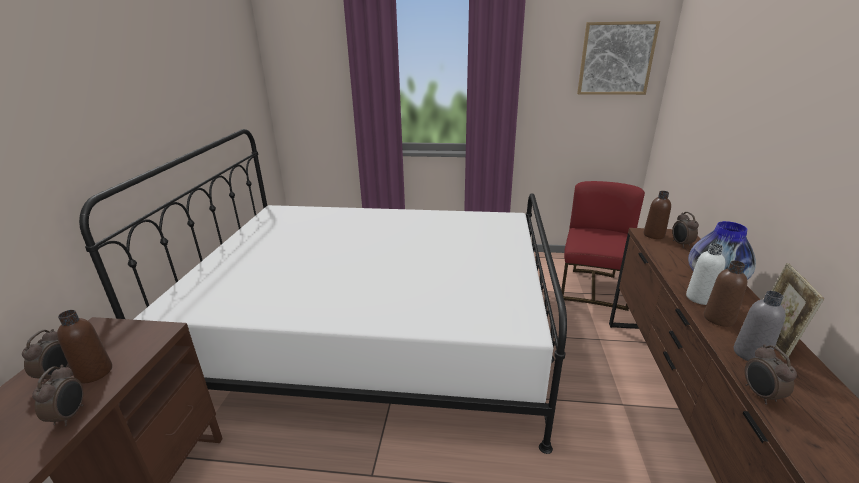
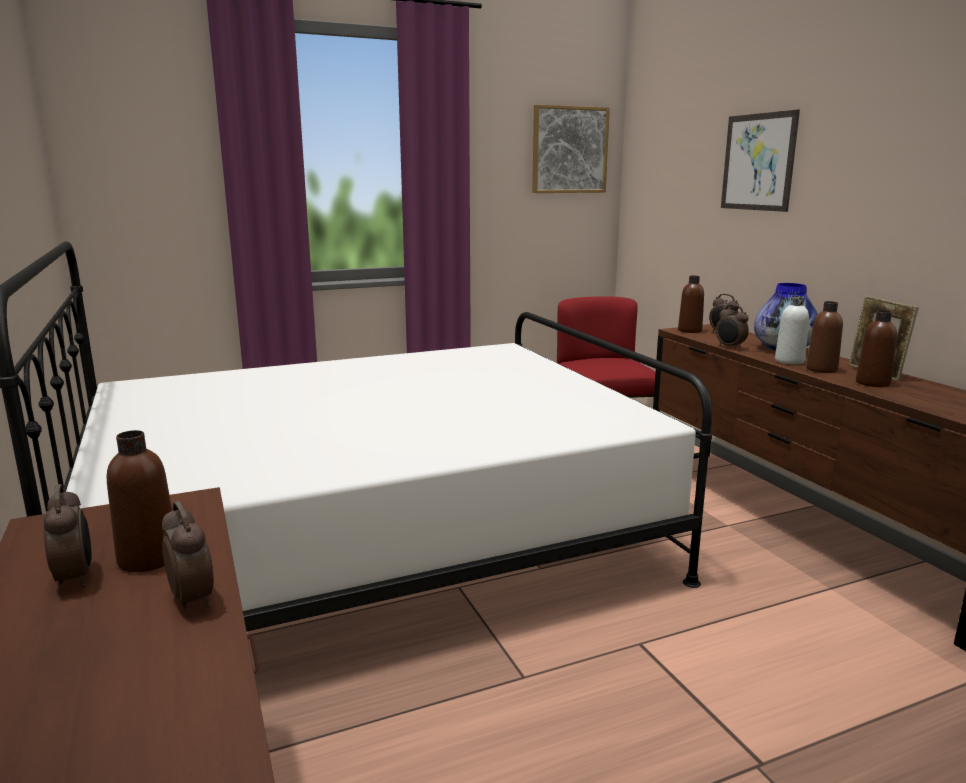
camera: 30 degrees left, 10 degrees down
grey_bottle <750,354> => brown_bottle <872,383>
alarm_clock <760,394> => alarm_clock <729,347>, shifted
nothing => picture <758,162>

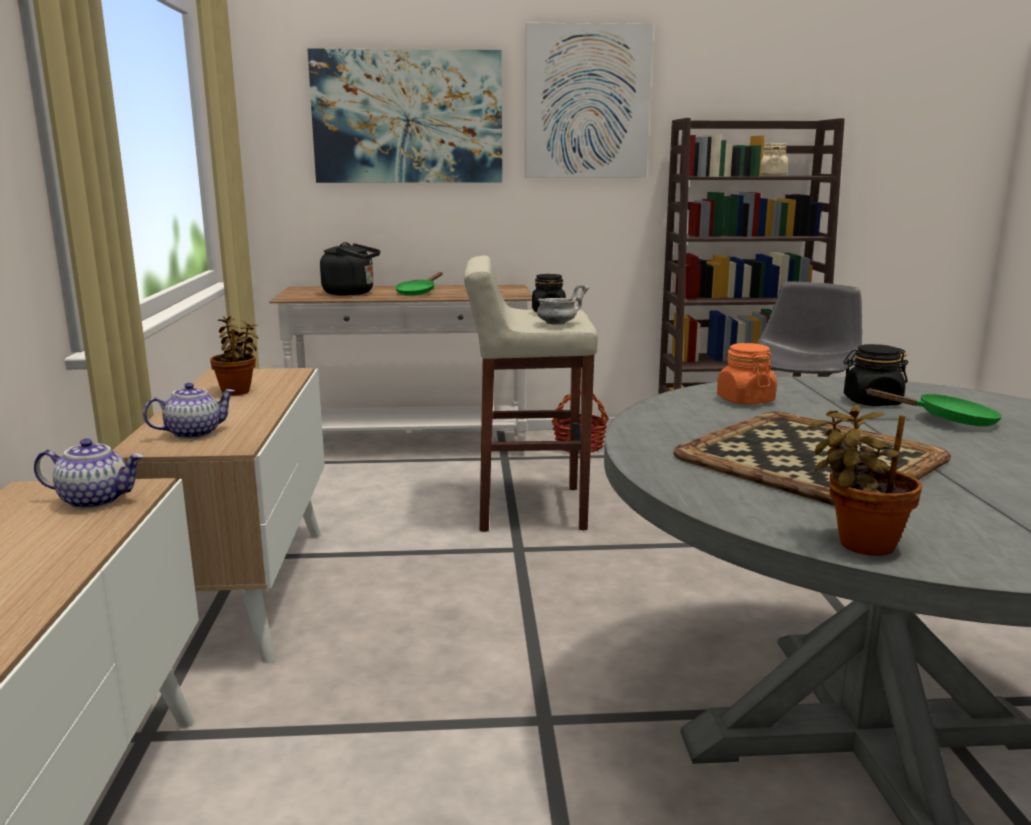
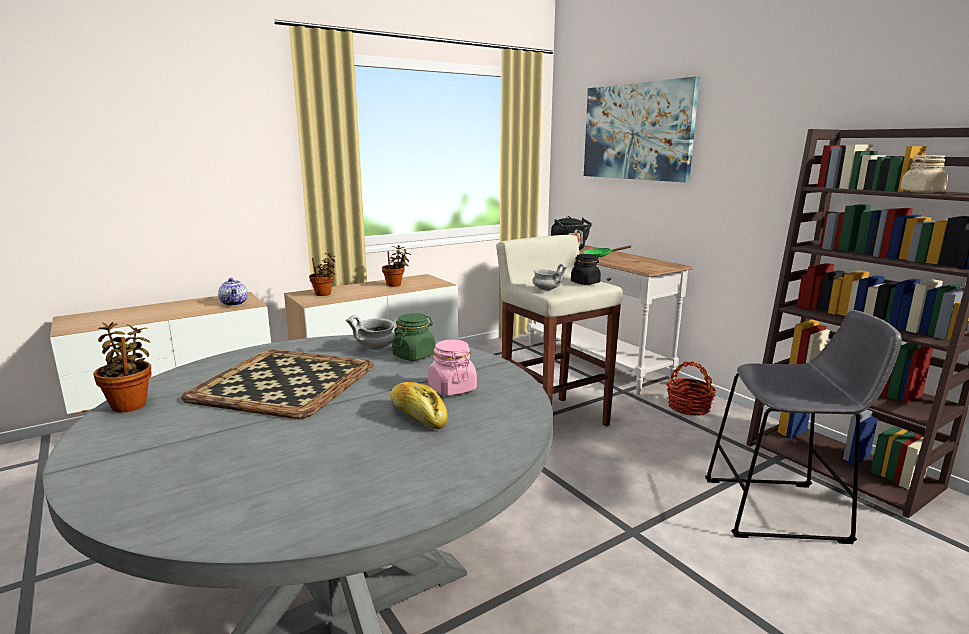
camera: 60 degrees right, 0 degrees up
picture <587,102> => nothing
orange_jar <745,400> => green_jar <414,355>
black_jar <871,402> => pink_jar <452,388>
teapot <194,433> => potted_plant <324,294>
green_frying_pan <948,420> => bread <418,416>
nothing => grey_bowl <375,348>

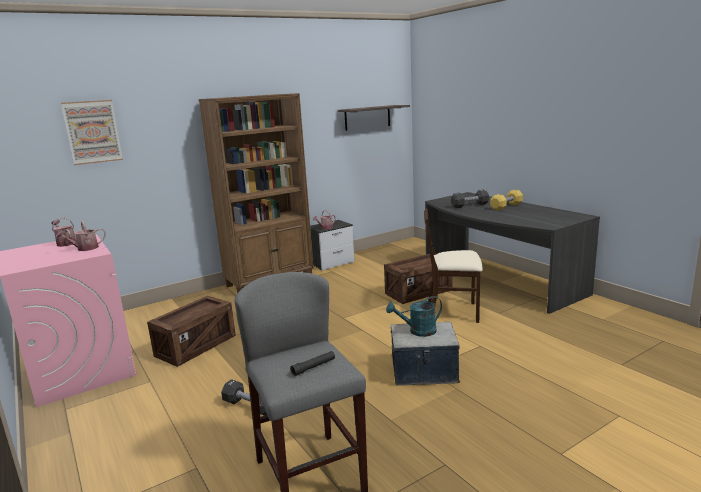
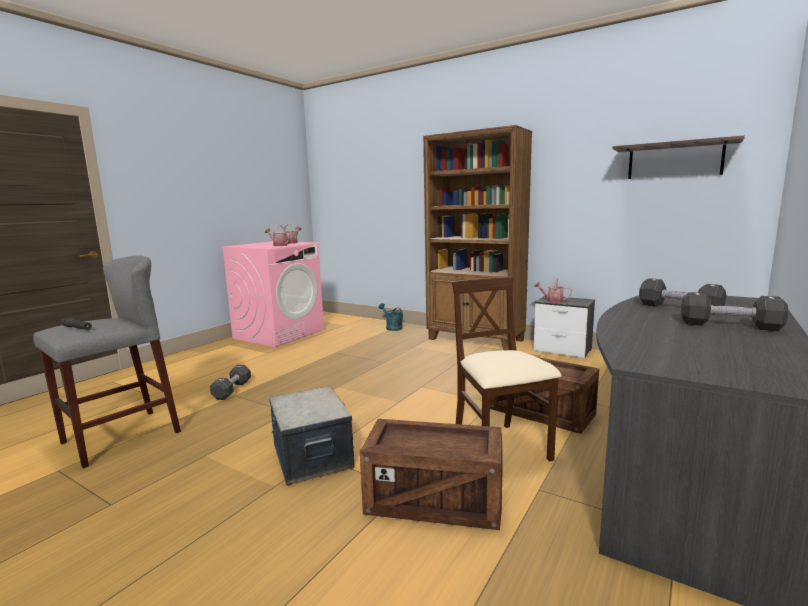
camera: 65 degrees right, 5 degrees down
picture <92,132> => nothing
yellow_dumbbell <506,206> => black_dumbbell <729,326>
crate <196,346> => crate <434,500>, shifted
turquoise_watering_can <418,331> => turquoise_watering_can <392,327>, shifted

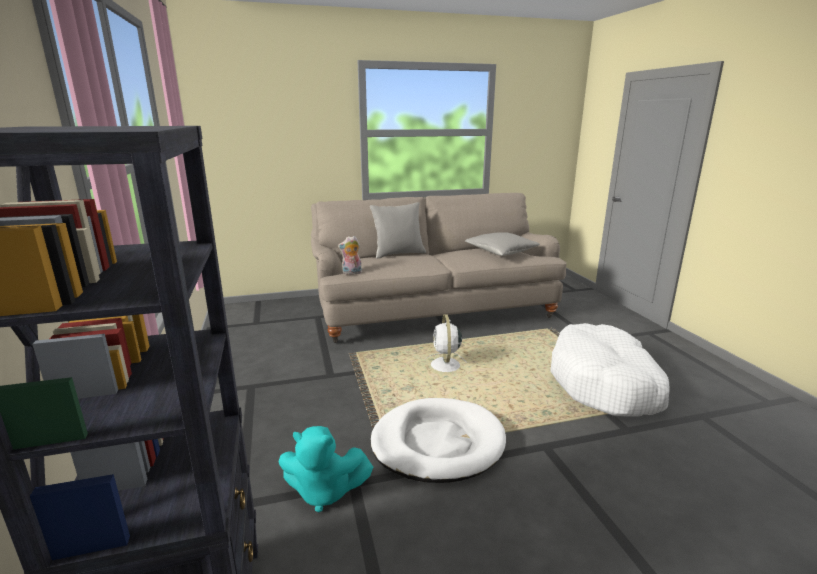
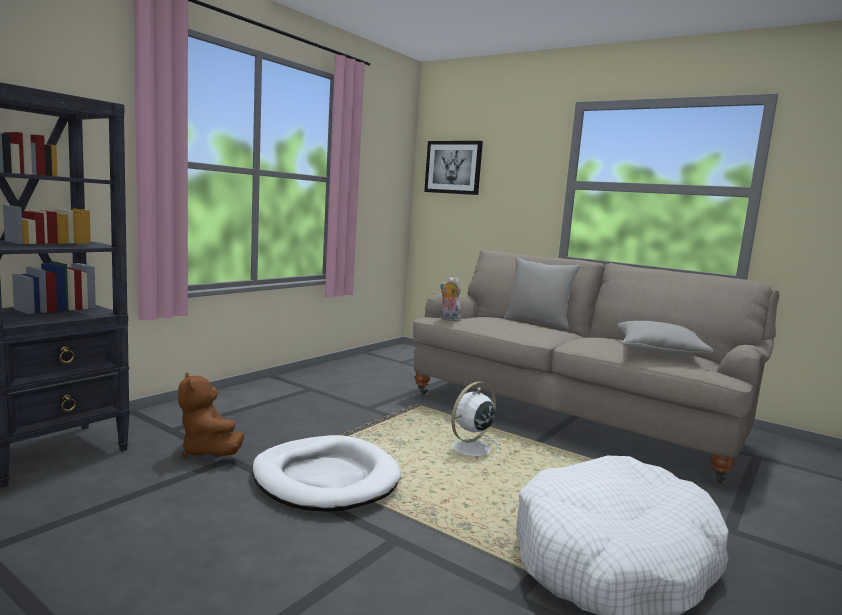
camera: 50 degrees right, 10 degrees down
turquoise_plush_toy <324,492> => brown_plush_toy <209,451>
nothing => picture <453,167>

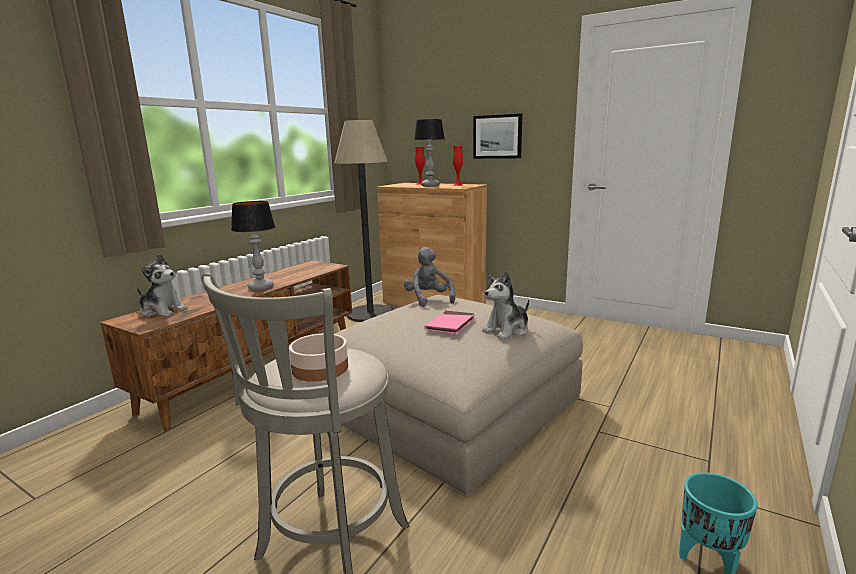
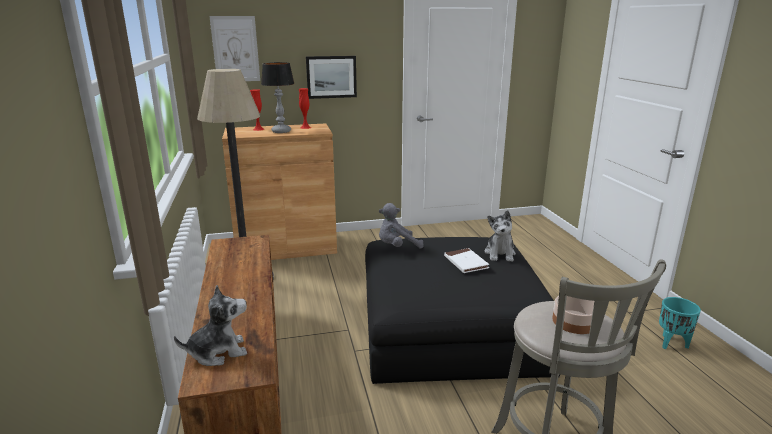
camera: 45 degrees left, 5 degrees up
table_lamp <260,287> => nothing
grey_plush_toy <428,299> => grey_plush_toy <397,247>, 45 degrees counterclockwise
beige_ottoman <447,403> => black_ottoman <450,327>
pink_book <450,325> => white_book <466,263>
nothing => picture <235,49>

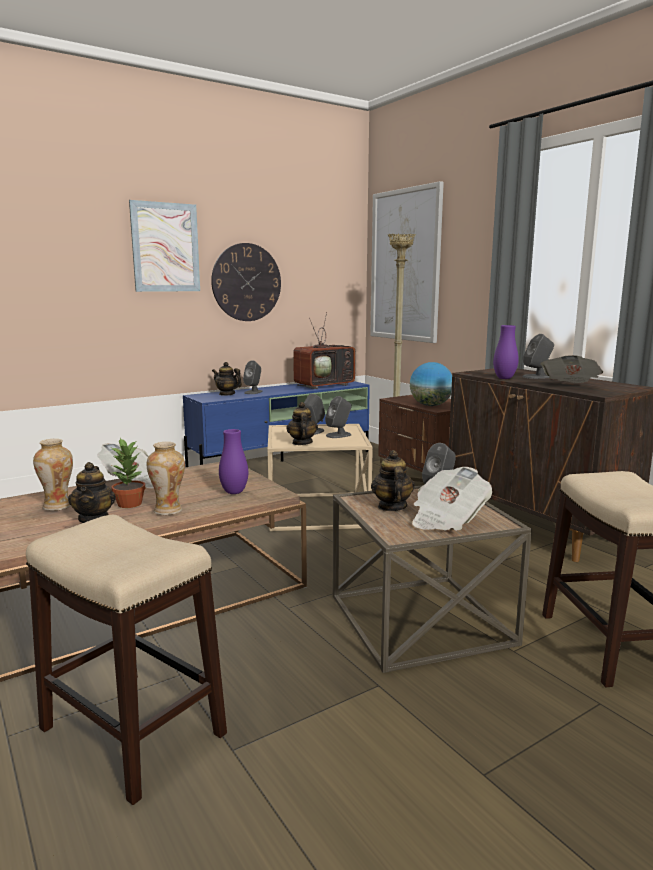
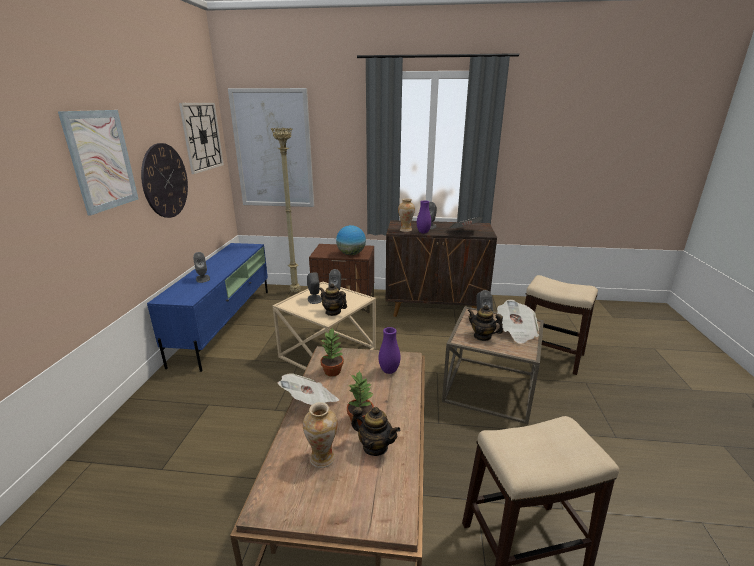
camera: 50 degrees left, 10 degrees up
television <324,385> => nothing
teapot <227,394> => nothing
vase <168,510> => vase <405,230>, shifted
nothing => wall_clock <202,137>
nothing => potted_plant <333,371>

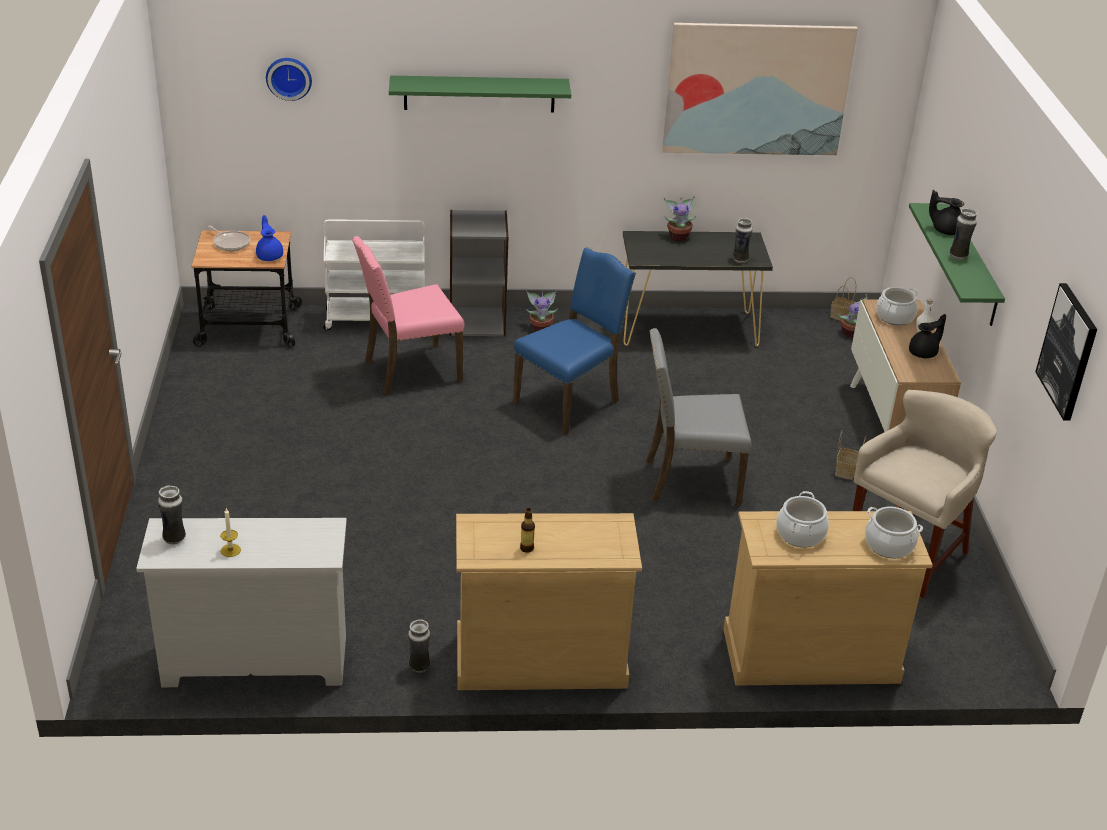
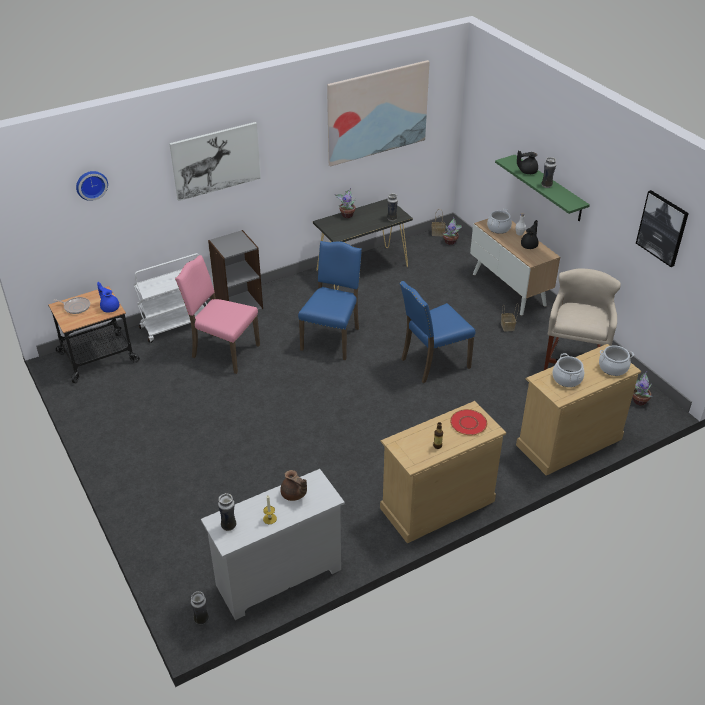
camera: 25 degrees left, 5 degrees up
green_shelf <479,94> => picture <216,160>
pink_chair <409,371> => pink_chair <223,351>, 75 degrees clockwise
potted_plant <541,328> => potted_plant <638,400>, shifted
grey_chair <689,480> => blue_chair <433,363>
vase <419,667> => vase <201,619>, shifted
nothing => red_plate <468,423>
nothing => brown_teapot <294,495>

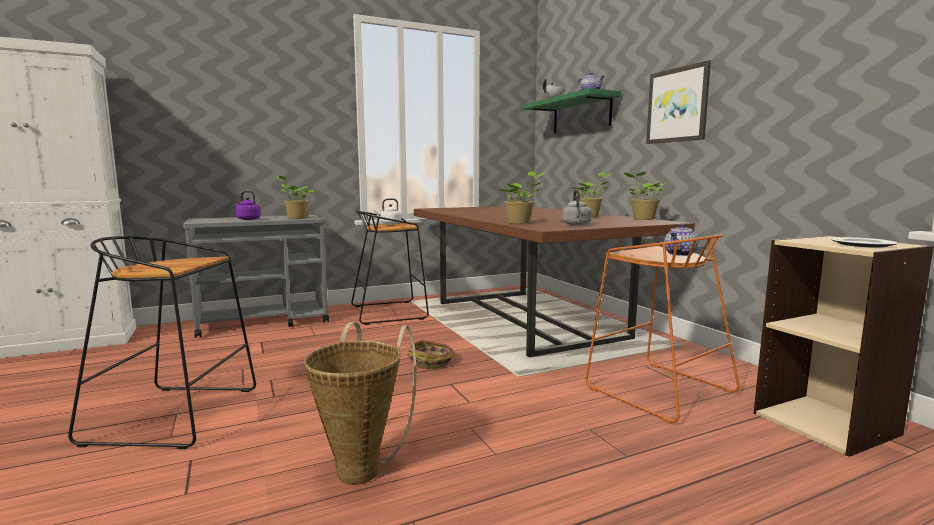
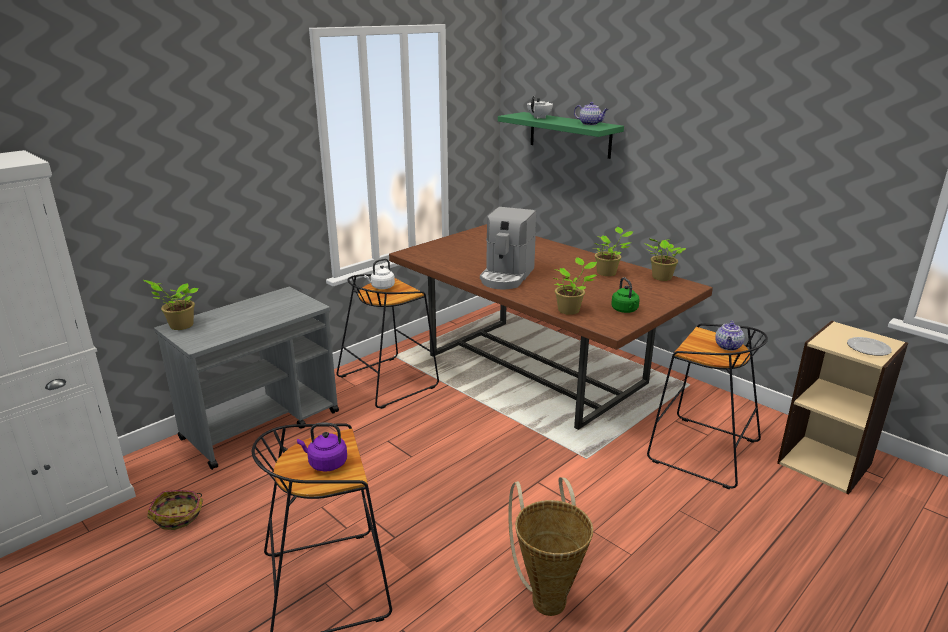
camera: 20 degrees left, 15 degrees up
picture <677,105> => nothing
potted_plant <296,218> => potted_plant <179,326>, shifted
grey_kettle <576,224> => green_kettle <625,310>
purple_kettle <247,219> => purple_kettle <326,463>, shifted
orange_stool <656,390> => black_stool <700,451>
basket <432,362> => basket <179,516>, shifted
nothing => coffee_machine <507,276>

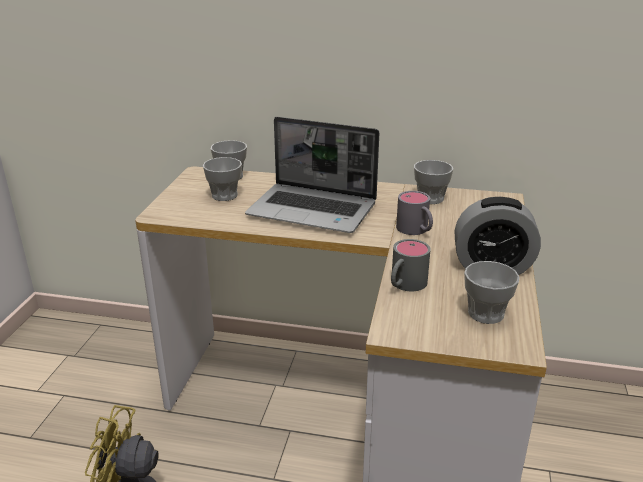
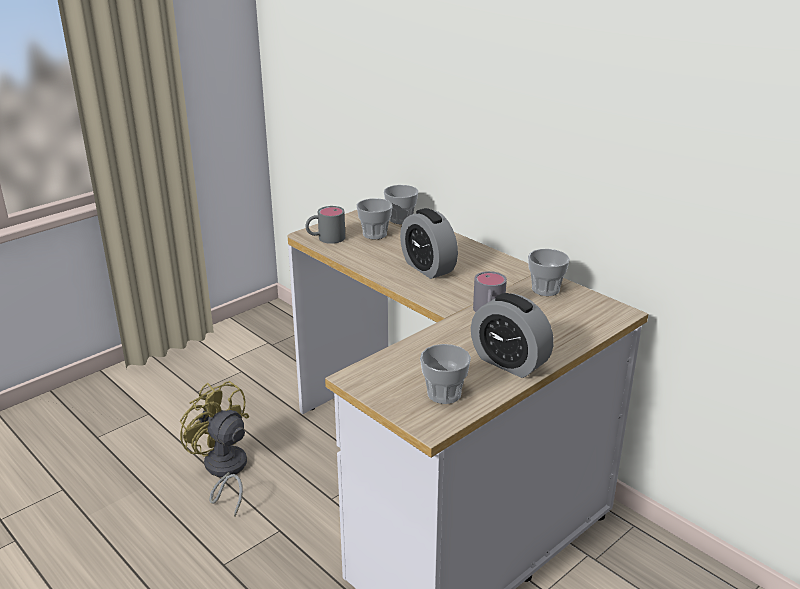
camera: 35 degrees right, 0 degrees up
laptop <314,210> => alarm_clock <428,268>
grey_mug <404,285> => grey_mug <325,238>, shifted

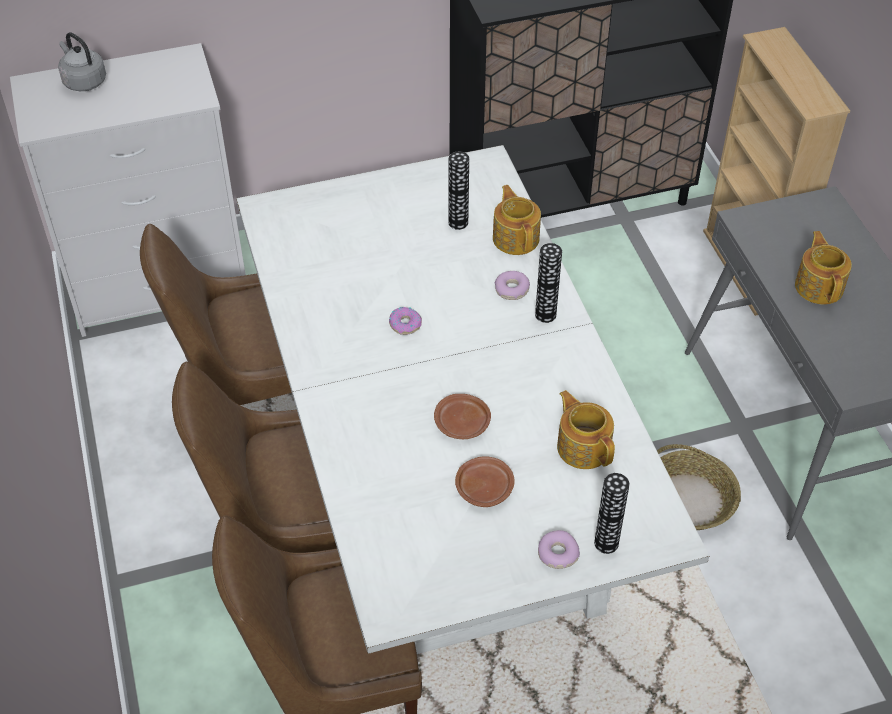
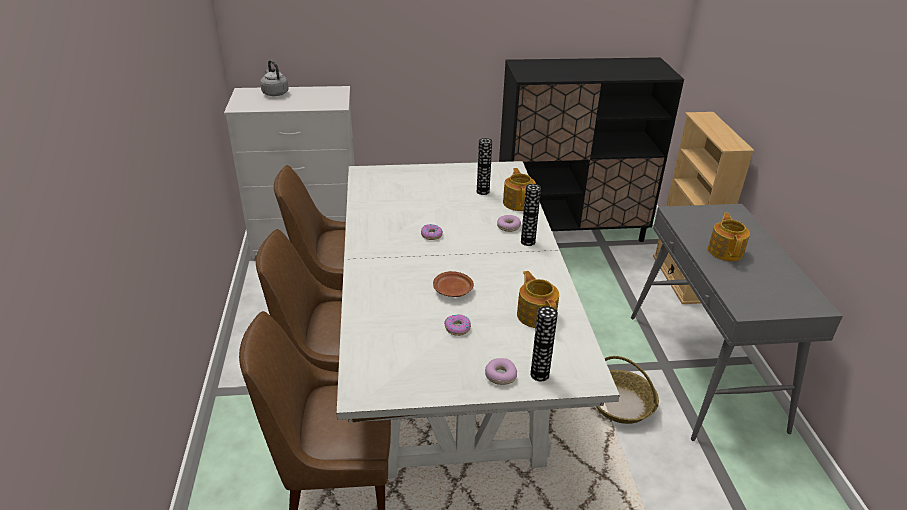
camera: 10 degrees right, 15 degrees down
brown_plate <484,487> => donut <457,328>

